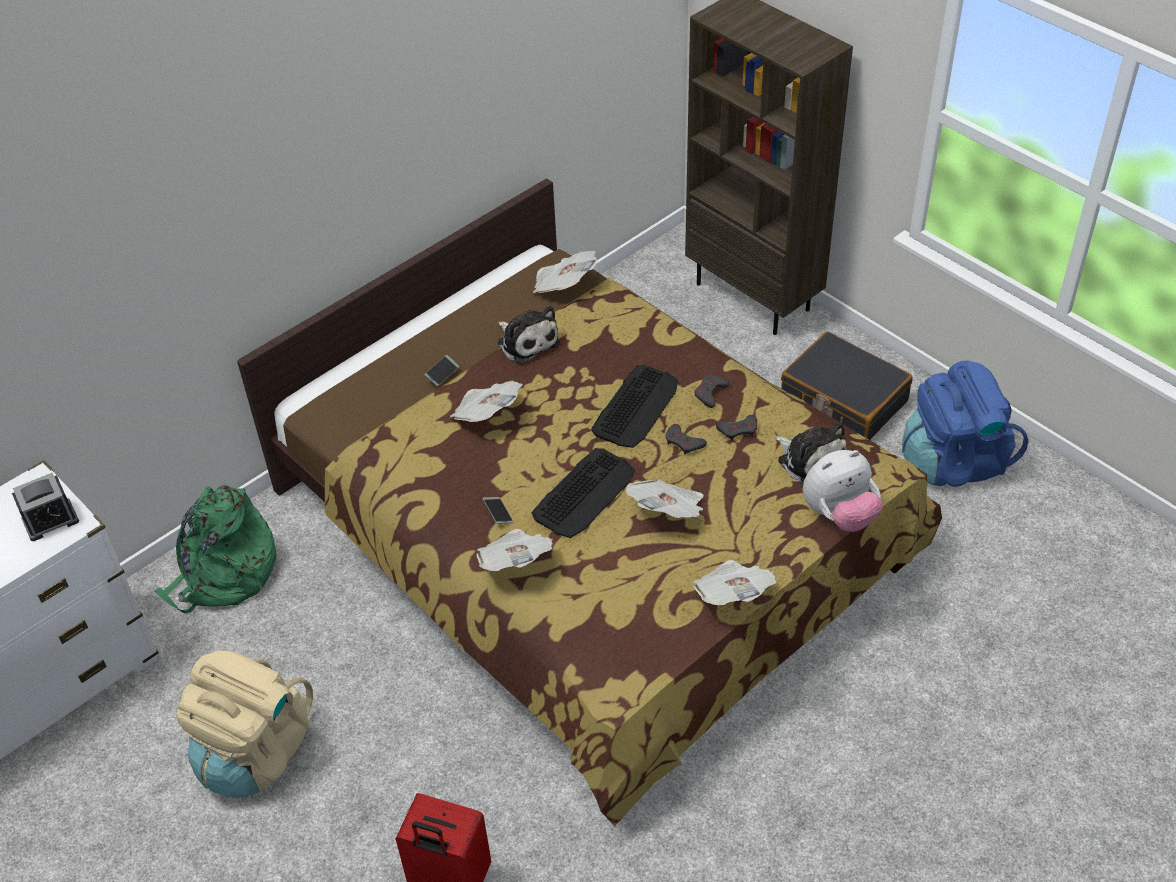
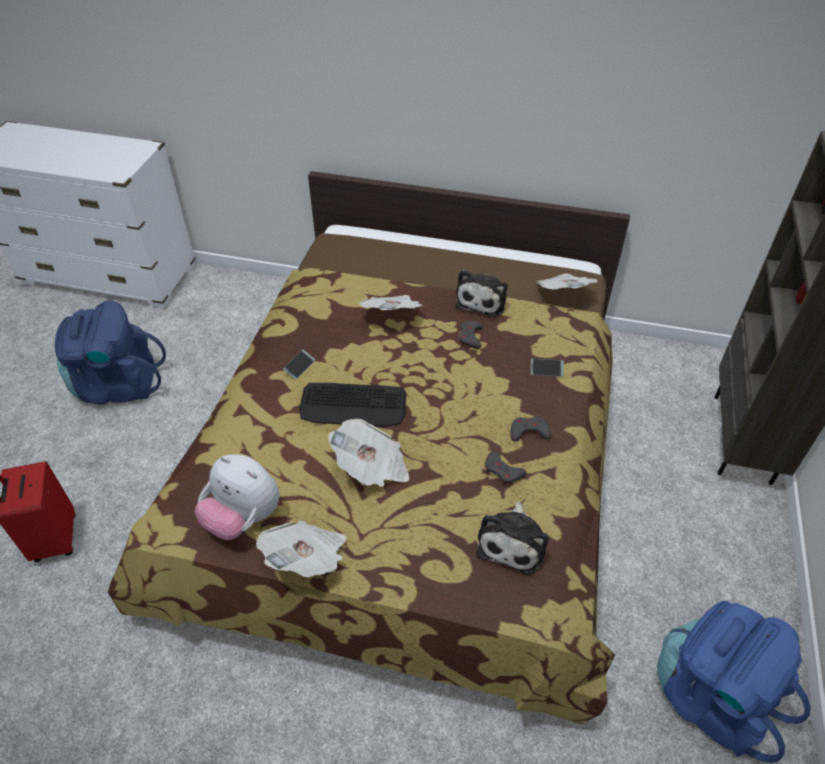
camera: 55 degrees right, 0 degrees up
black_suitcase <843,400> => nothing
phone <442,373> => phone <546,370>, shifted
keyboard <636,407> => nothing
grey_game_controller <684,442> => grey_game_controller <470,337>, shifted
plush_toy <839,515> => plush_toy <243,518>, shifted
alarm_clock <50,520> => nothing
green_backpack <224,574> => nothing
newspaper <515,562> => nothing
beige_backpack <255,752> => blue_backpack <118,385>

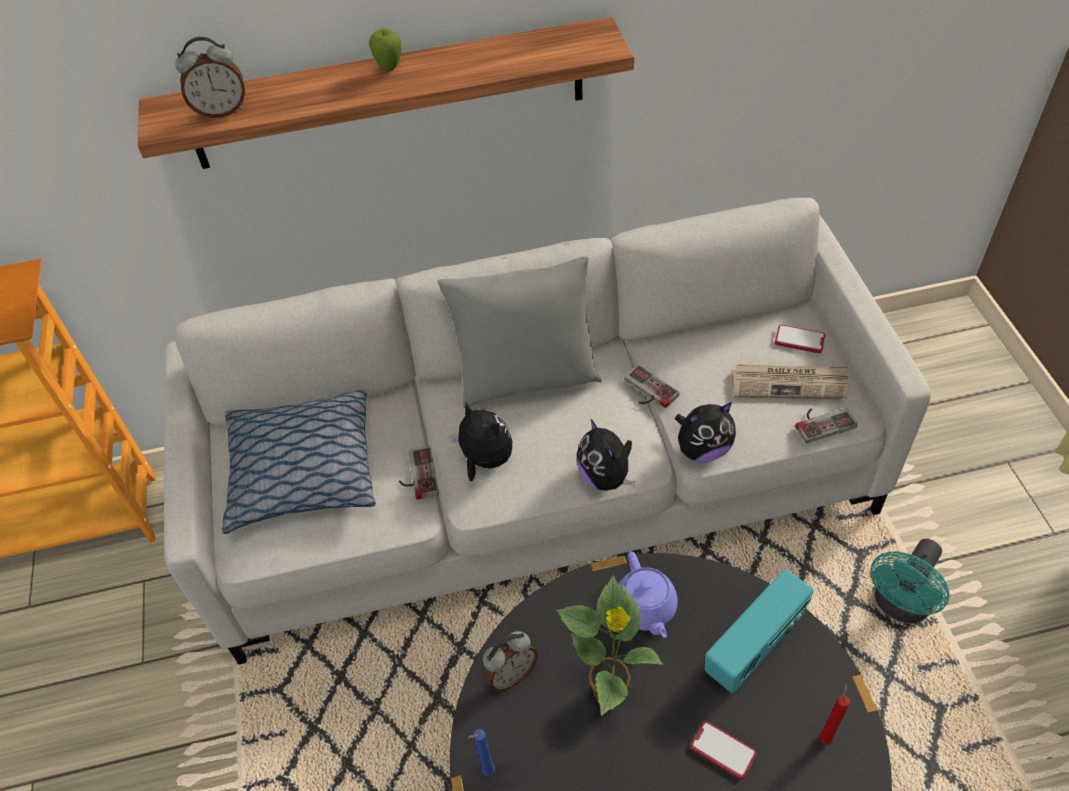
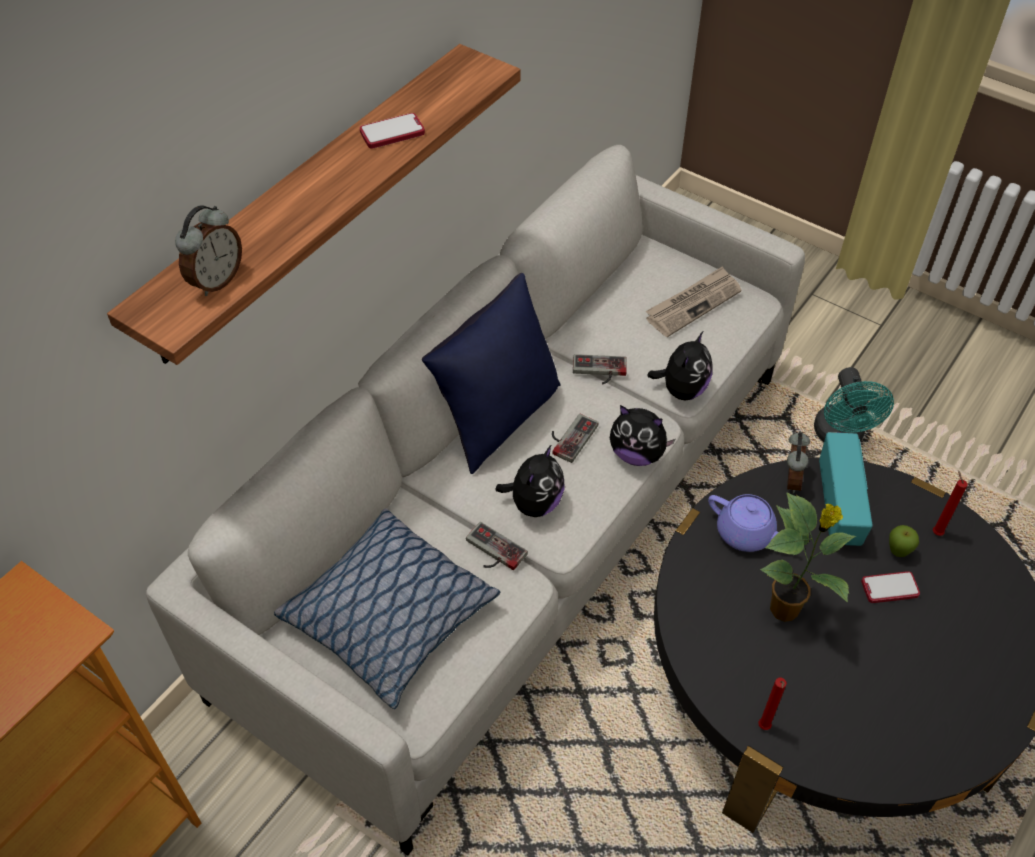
camera: 45 degrees left, 0 degrees up
apple <389,69> => apple <897,552>, shifted
grey_pillow <526,378> => blue_pillow <497,419>
phone <799,340> => phone <392,132>, shifted
plush_toy <485,460> => plush_toy <534,503>, 120 degrees clockwise
game_controller <822,421> => game_controller <569,436>, shifted
alarm_clock <510,674> => alarm_clock <790,480>, shifted
blue_candle <486,772> => red_candle <763,728>

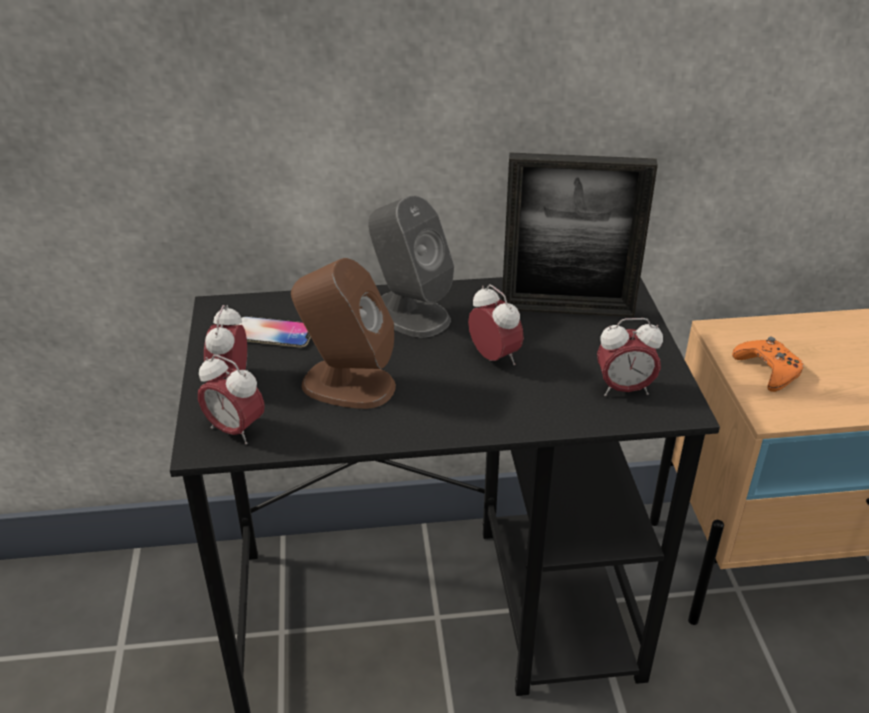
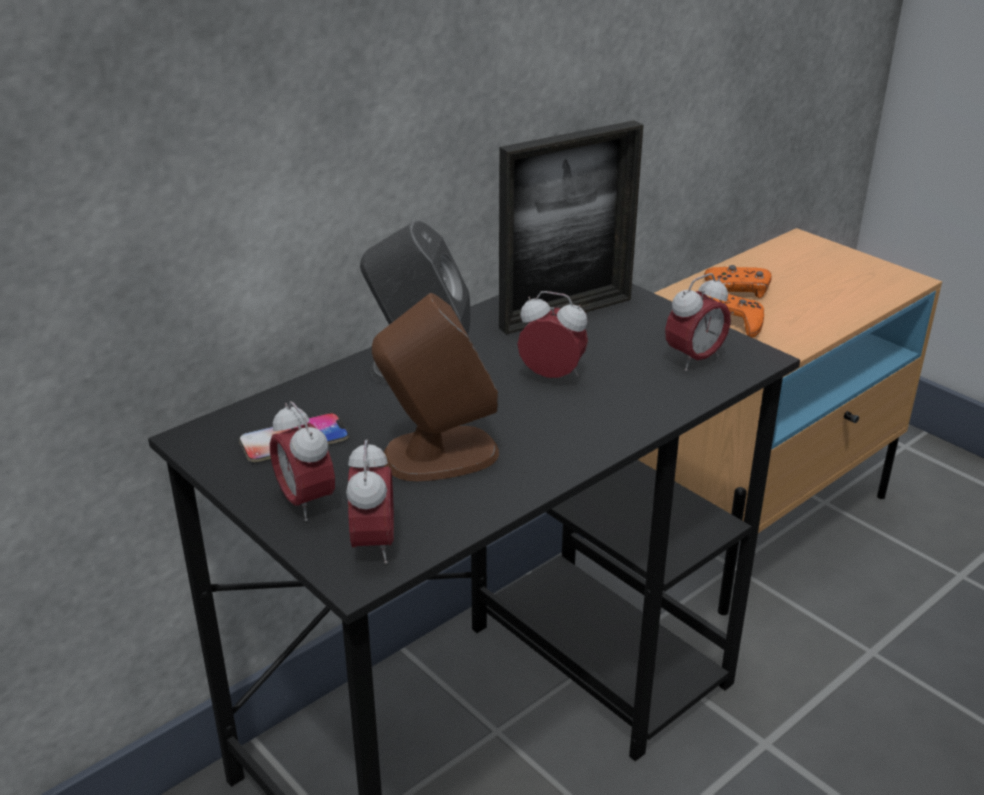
camera: 35 degrees left, 5 degrees down
alarm_clock <235,430> => alarm_clock <373,545>, 90 degrees counterclockwise
nothing => orange_game_controller <738,289>

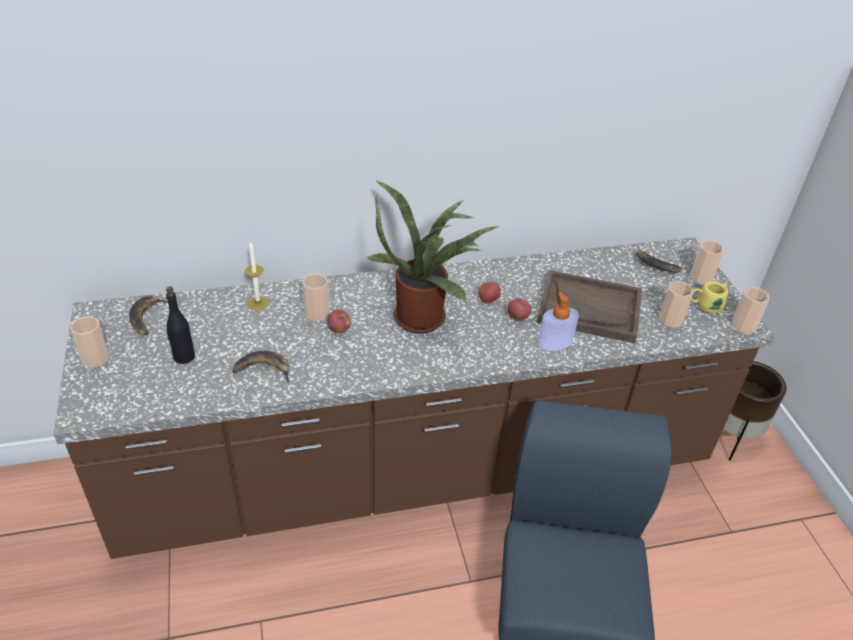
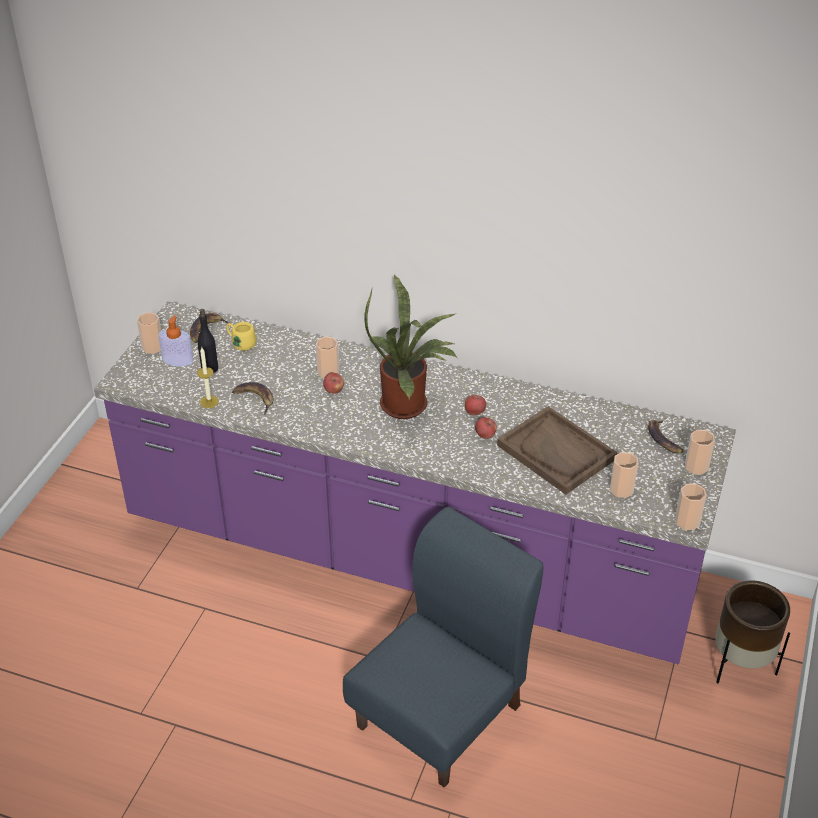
camera: 35 degrees right, 0 degrees up
brown_counter <417,468> => purple_counter <409,556>
candle <258,303> => candle <209,402>, shifted
yellow_mug <704,306> => yellow_mug <241,343>, shifted
soap_dispenser <555,342> => soap_dispenser <177,360>, shifted

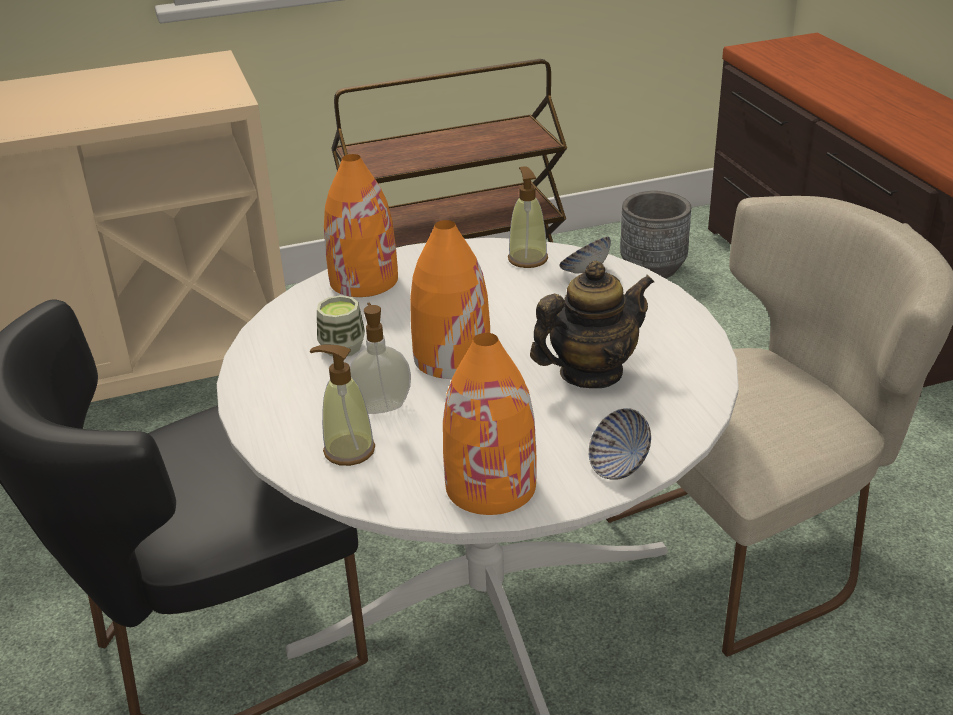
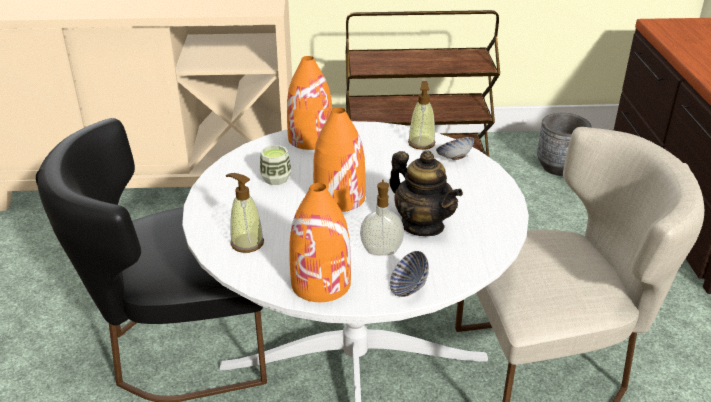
camera: 15 degrees right, 0 degrees up
teapot <590,373> => teapot <422,225>, 60 degrees clockwise
soap_dispenser <381,406> => soap_dispenser <381,250>, shifted

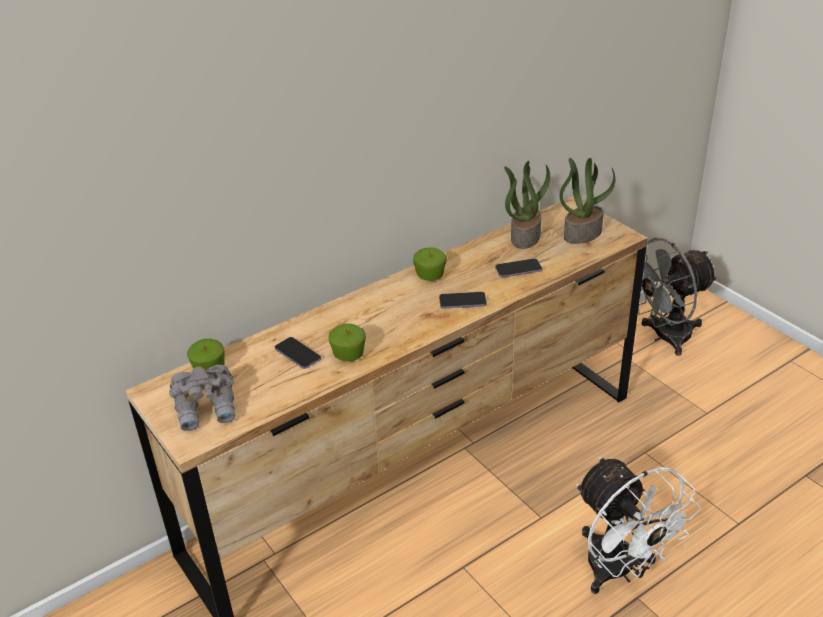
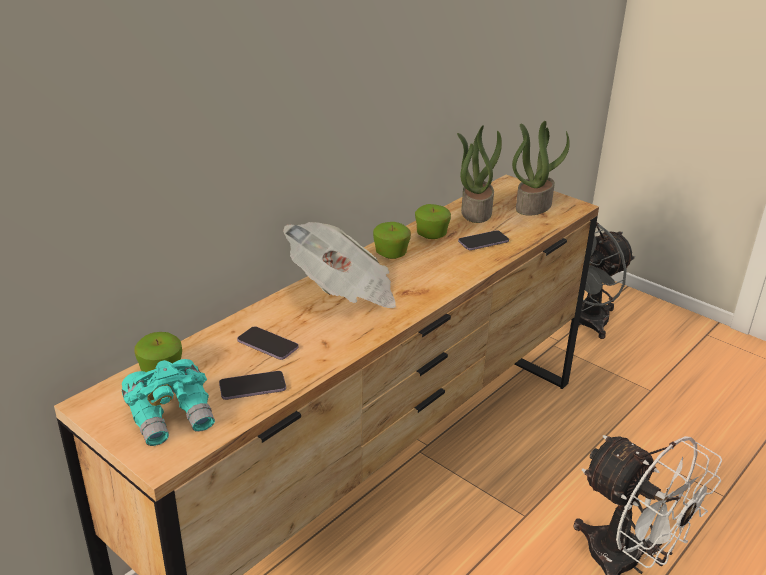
camera: 15 degrees left, 5 degrees down
phone <462,301> => phone <252,387>, shifted
apple <349,355> => apple <431,235>, shifted
grey_binoculars <207,409> => turquoise_binoculars <172,417>
nothing => newspaper <343,291>

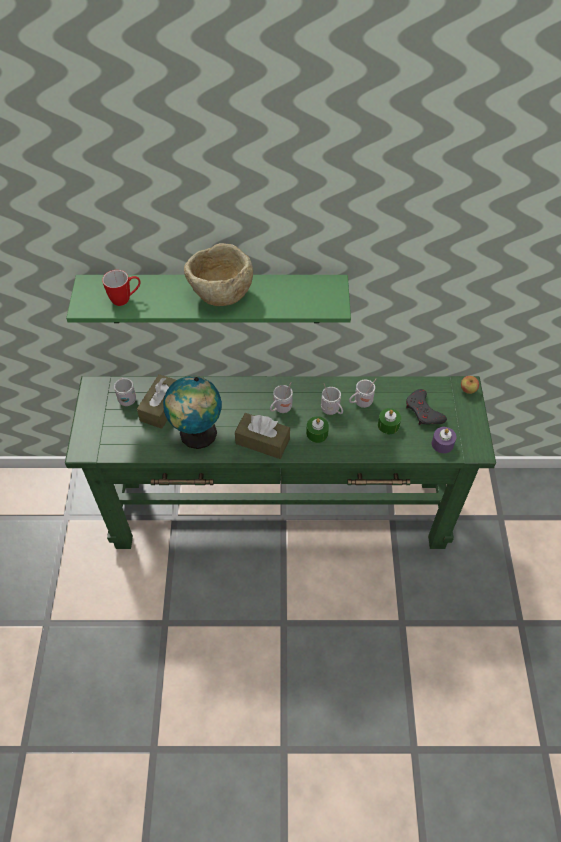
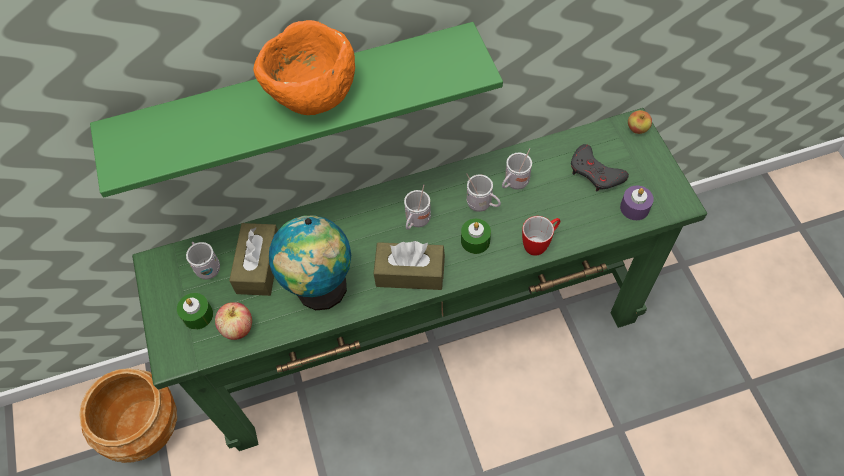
camera: 15 degrees left, 5 degrees up
beige_bowl <220,294> => orange_bowl <312,96>
mug <125,299> => mug <540,244>, shifted
green_candle <388,425> => green_candle <198,315>, shifted
nothing => apple <238,328>
nothing => brown_planter <145,428>

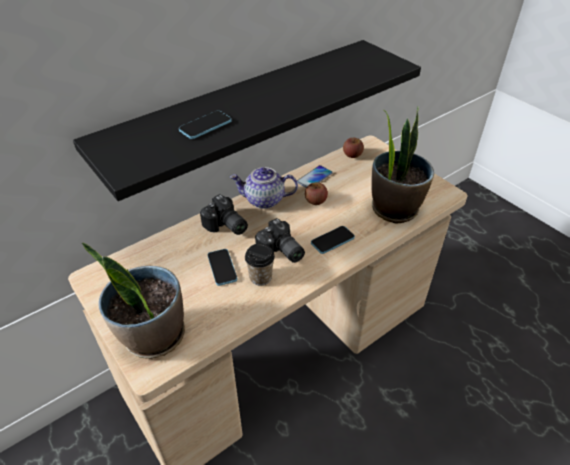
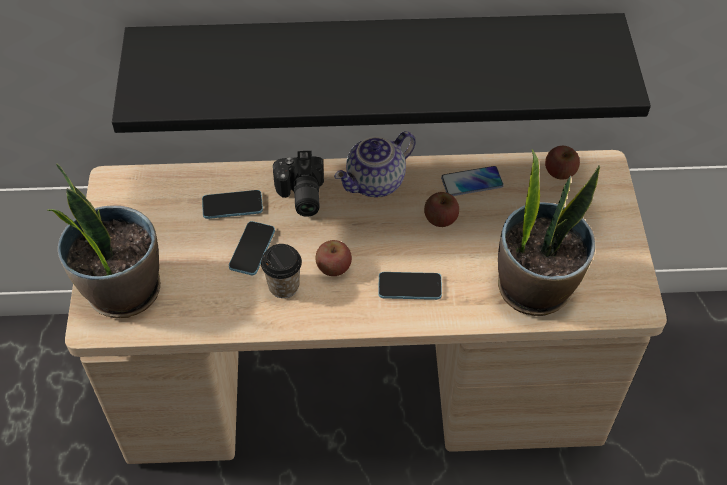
camera: 35 degrees right, 10 degrees up
phone <205,126> => phone <232,205>, shifted
teapot <264,201> => teapot <376,183>, 75 degrees counterclockwise
photo_camera <280,252> => apple <333,267>

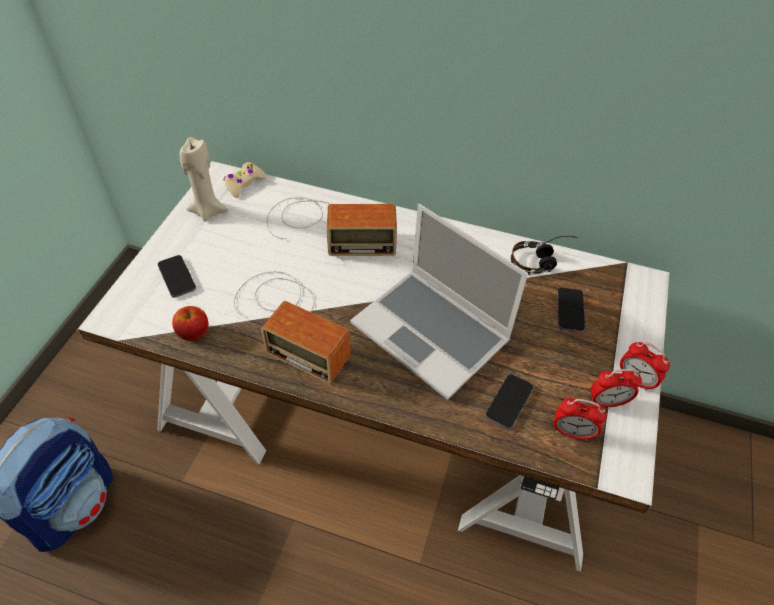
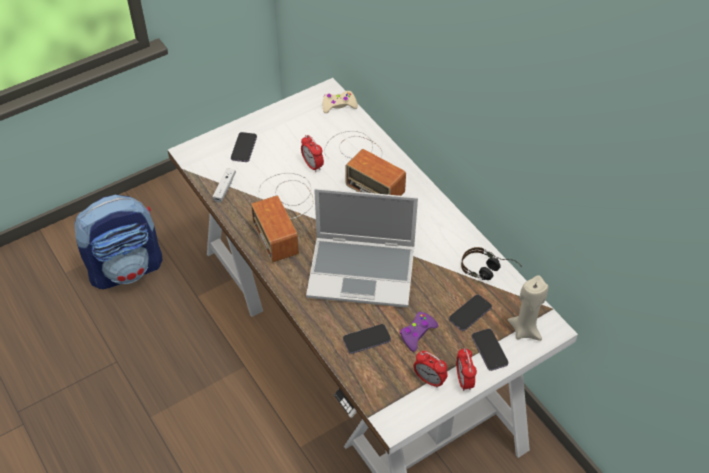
camera: 40 degrees right, 0 degrees up
beige_candle <208,211> => beige_candle <525,330>, shifted
laptop <433,333> => laptop <363,272>, 75 degrees counterclockwise
apple <193,333> => white_game_controller <224,188>
alarm_clock <572,432> => alarm_clock <312,165>, shifted
nothing => purple_game_controller <417,333>
nothing => phone <489,350>

